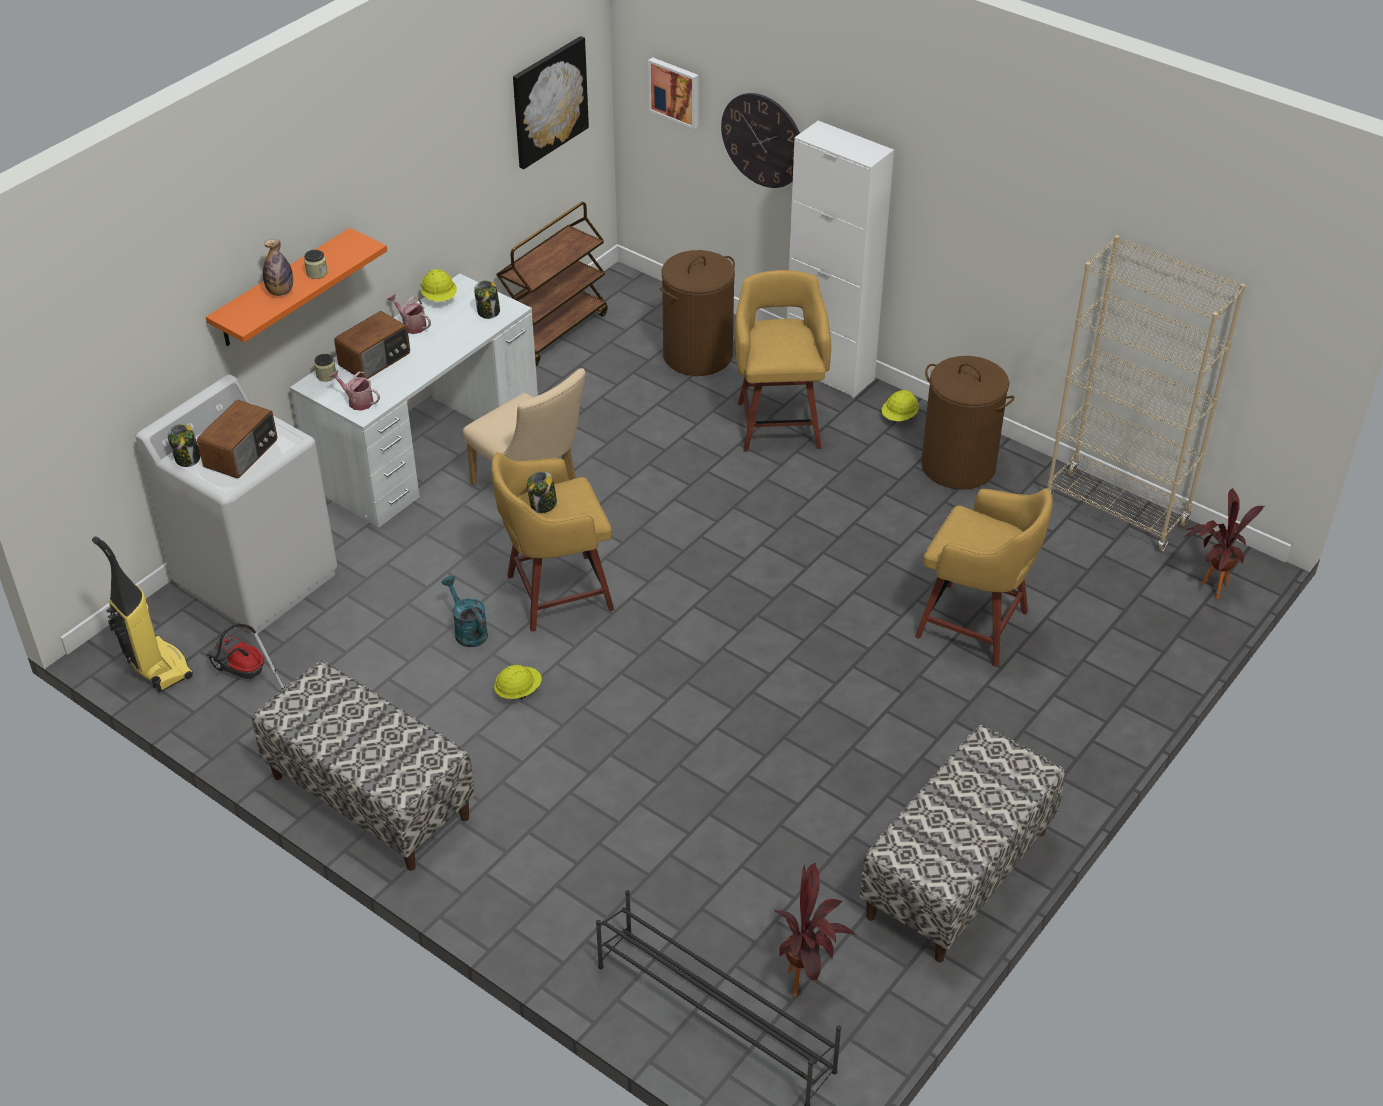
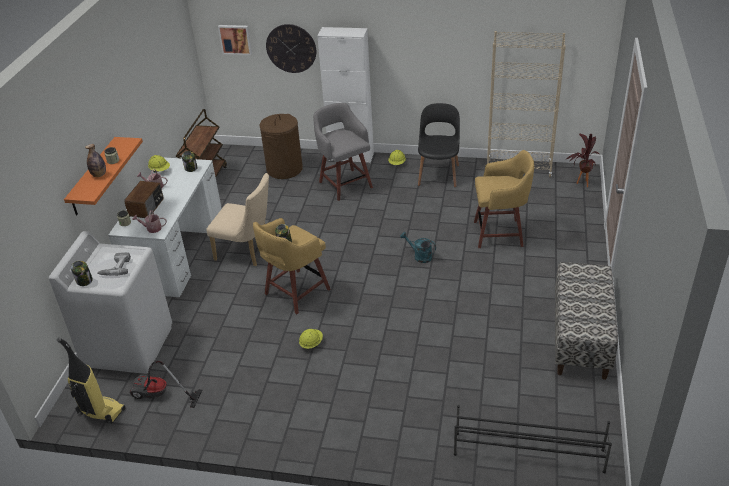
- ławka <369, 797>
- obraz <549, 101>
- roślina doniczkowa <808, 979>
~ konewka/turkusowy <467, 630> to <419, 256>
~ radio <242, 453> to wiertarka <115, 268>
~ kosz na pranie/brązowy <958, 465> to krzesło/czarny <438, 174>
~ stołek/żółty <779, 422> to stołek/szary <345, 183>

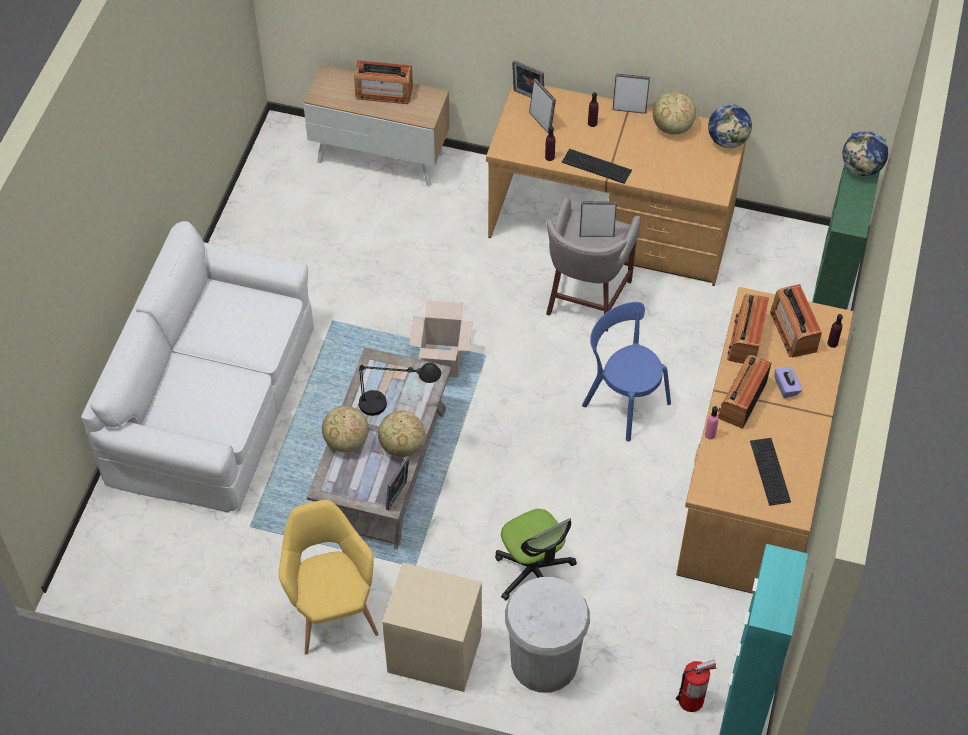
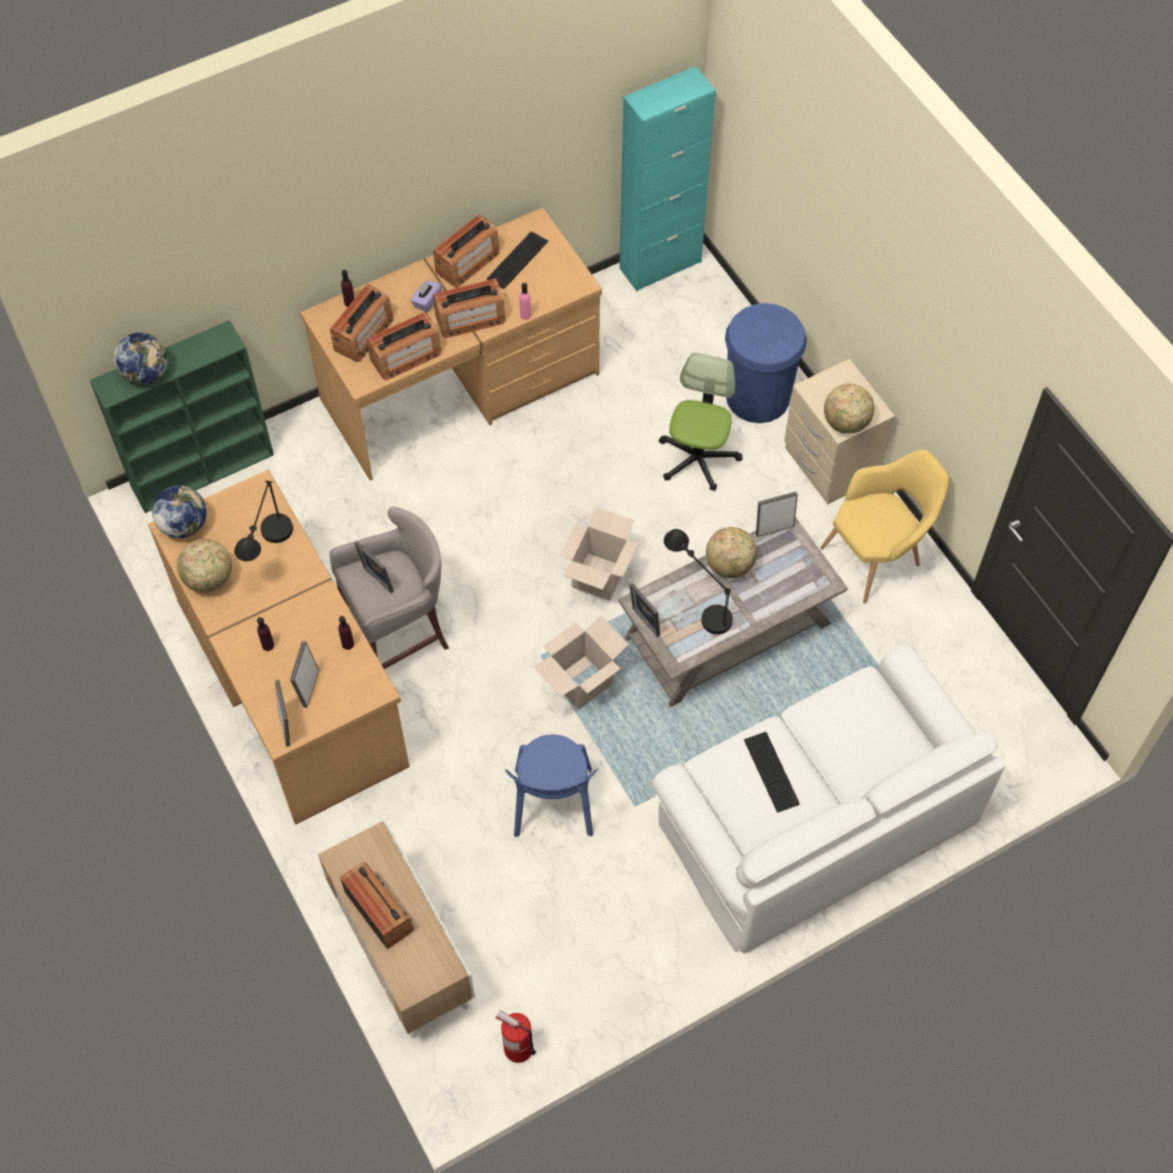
+ lampa stołowa/czarny <269, 553>
+ radio <468, 262>
+ karton <598, 577>
~ globus <346, 441> to <846, 423>
~ klawiatura <596, 166> to <771, 772>
~ krzesło/niebieski <623, 401> to <553, 806>
~ ramka na zdjęcie <629, 109> to <644, 623>
~ gaśnica <691, 700> to <518, 1048>
~ kosz na śmieci/biały <544, 662> to kosz na śmieci/niebieski <758, 396>
~ fotel/żółty <331, 608> = <877, 556> 150 degrees counterclockwise

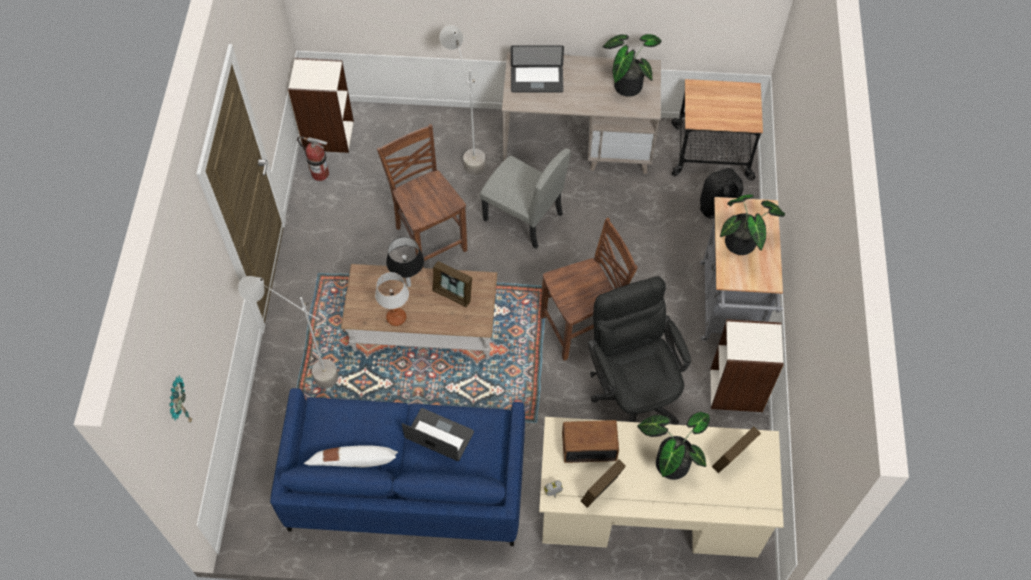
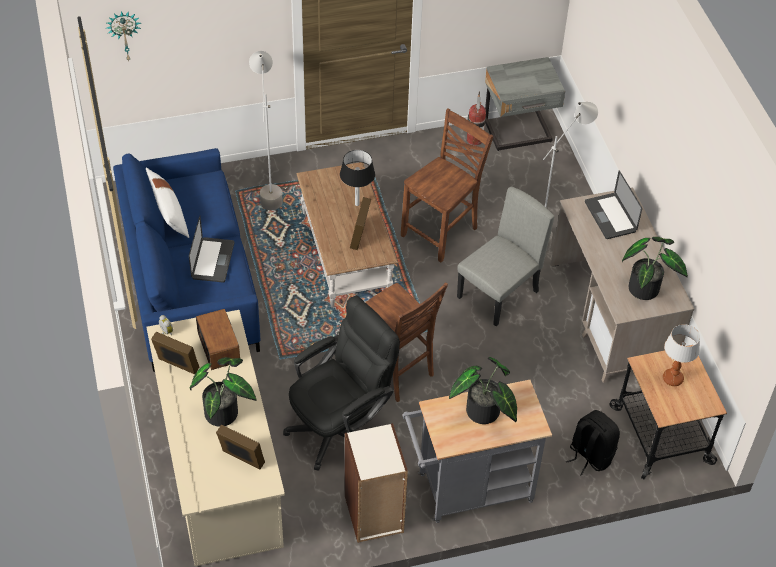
~ lampa stołowa <396, 318> to <672, 379>
~ regał <328, 135> to szafka nocna/szary <519, 132>
~ krzesło/szary <522, 217> = <498, 294> 150 degrees counterclockwise

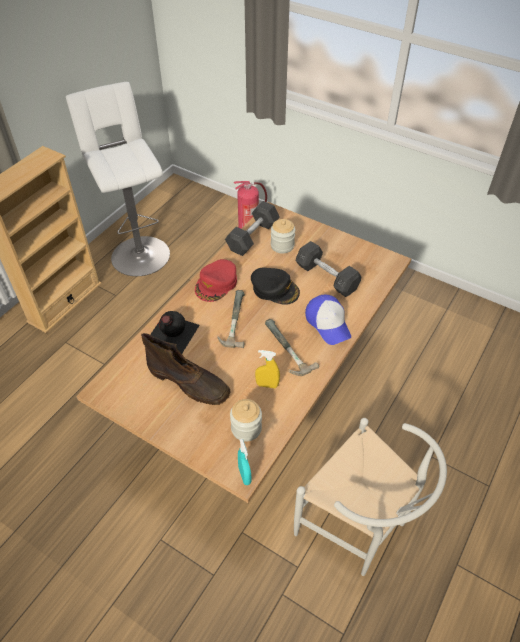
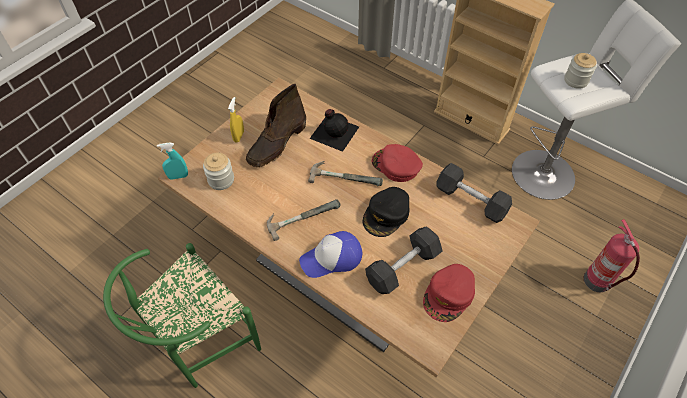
+ czapka z daszkiem/czerwony <449, 295>
~ spryskiwacz/żółty <267, 385> to <239, 136>
~ słoik <282, 246> to <576, 80>
~ krzesło/biały <359, 529> to krzesło/zielony <200, 344>

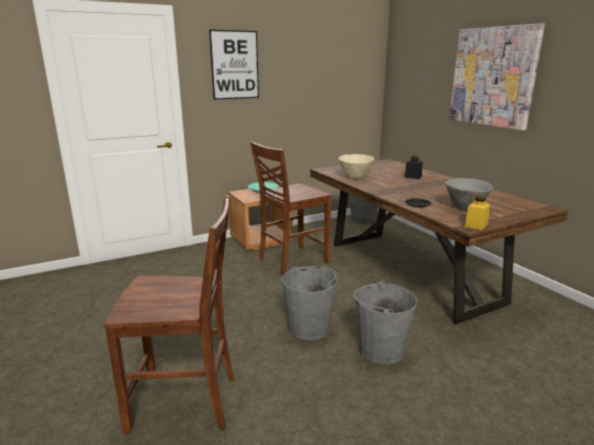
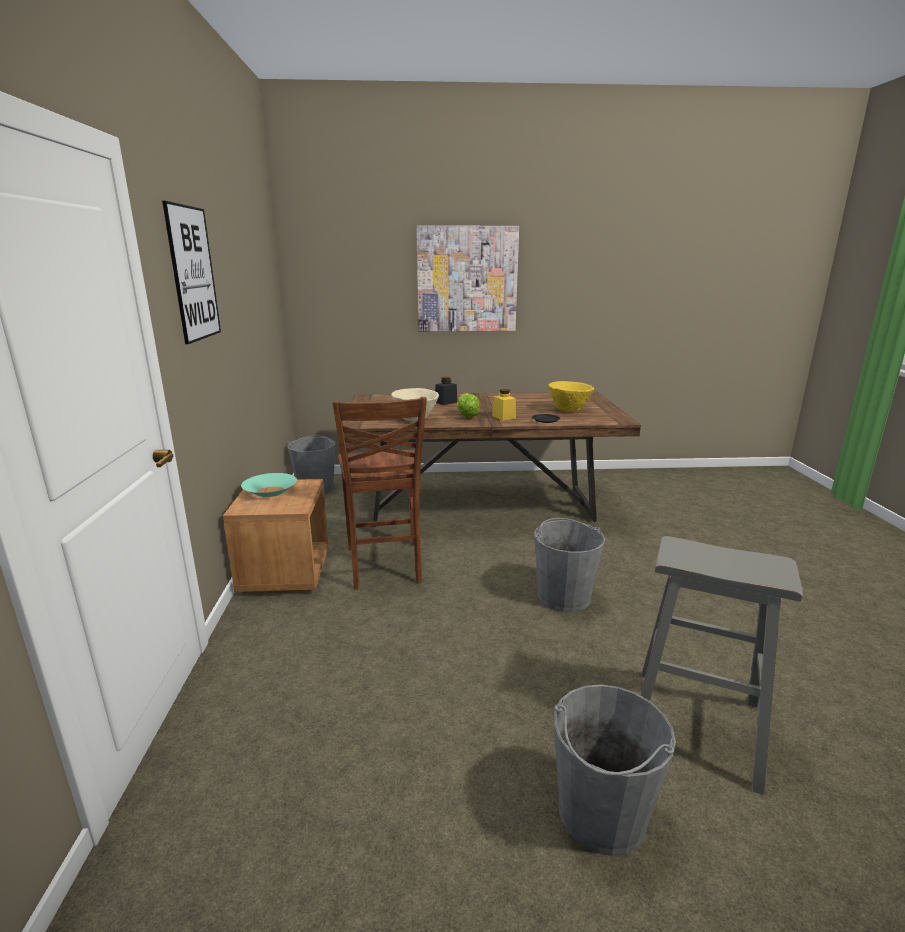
+ sałata <467, 416>
~ wiadro/szary <381, 349> to <601, 814>
~ słoik/żółty <476, 225> to <503, 417>
~ krzesło/brązowy <186, 403> to stołek/szary <695, 725>
~ miska/szary <465, 208> to miska/żółty <569, 410>

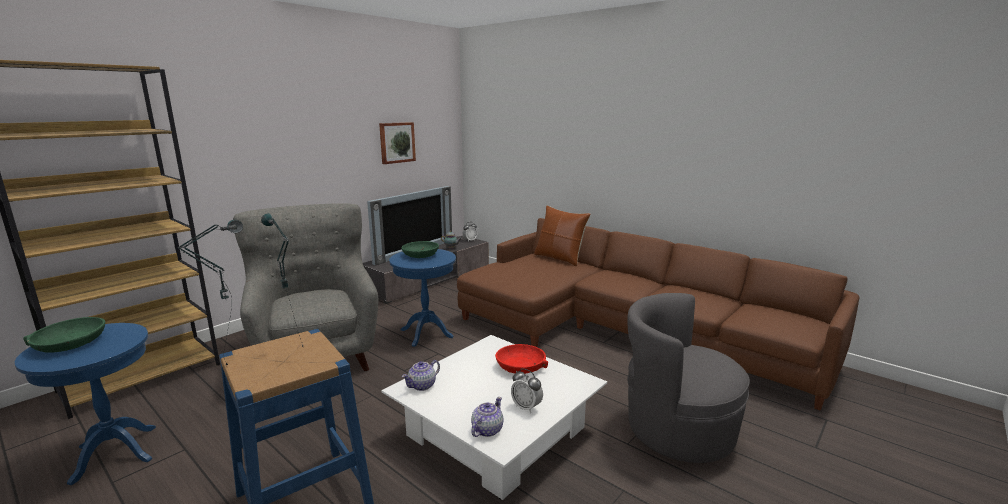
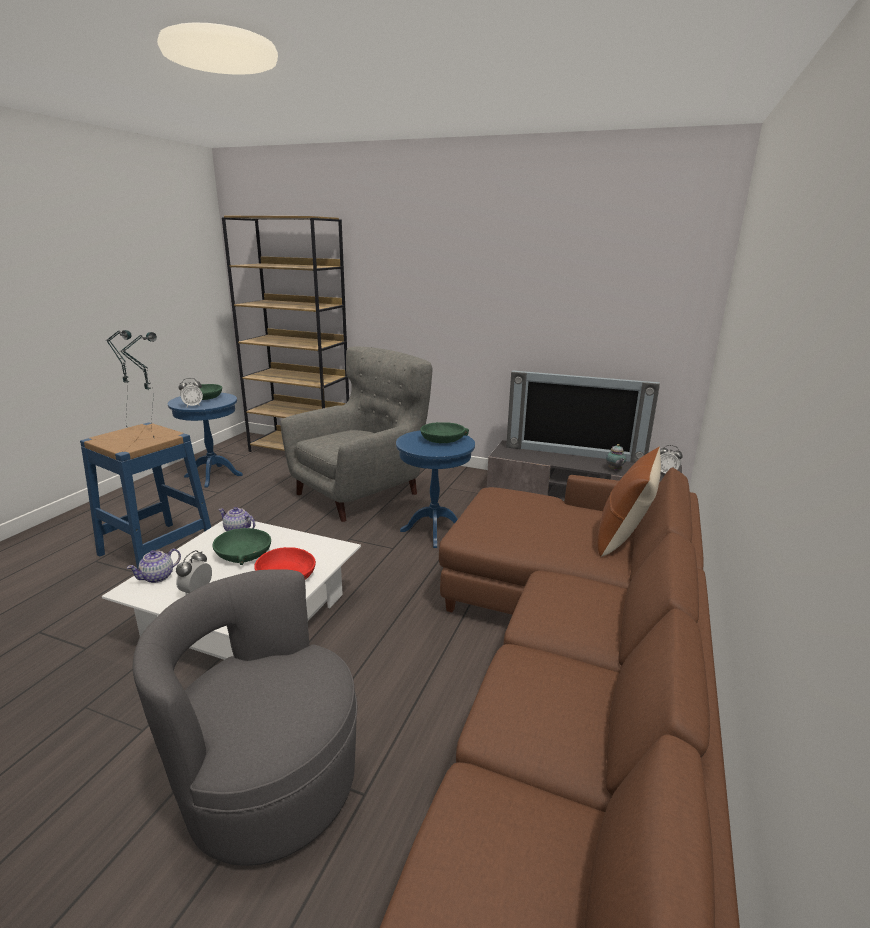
- obraz <397, 142>
+ budzik <193, 406>
+ miska/zielony <243, 553>
~ imbryk <486, 430> = <158, 577> 120 degrees clockwise
~ fotel/szary <677, 429> = <269, 784> 75 degrees counterclockwise

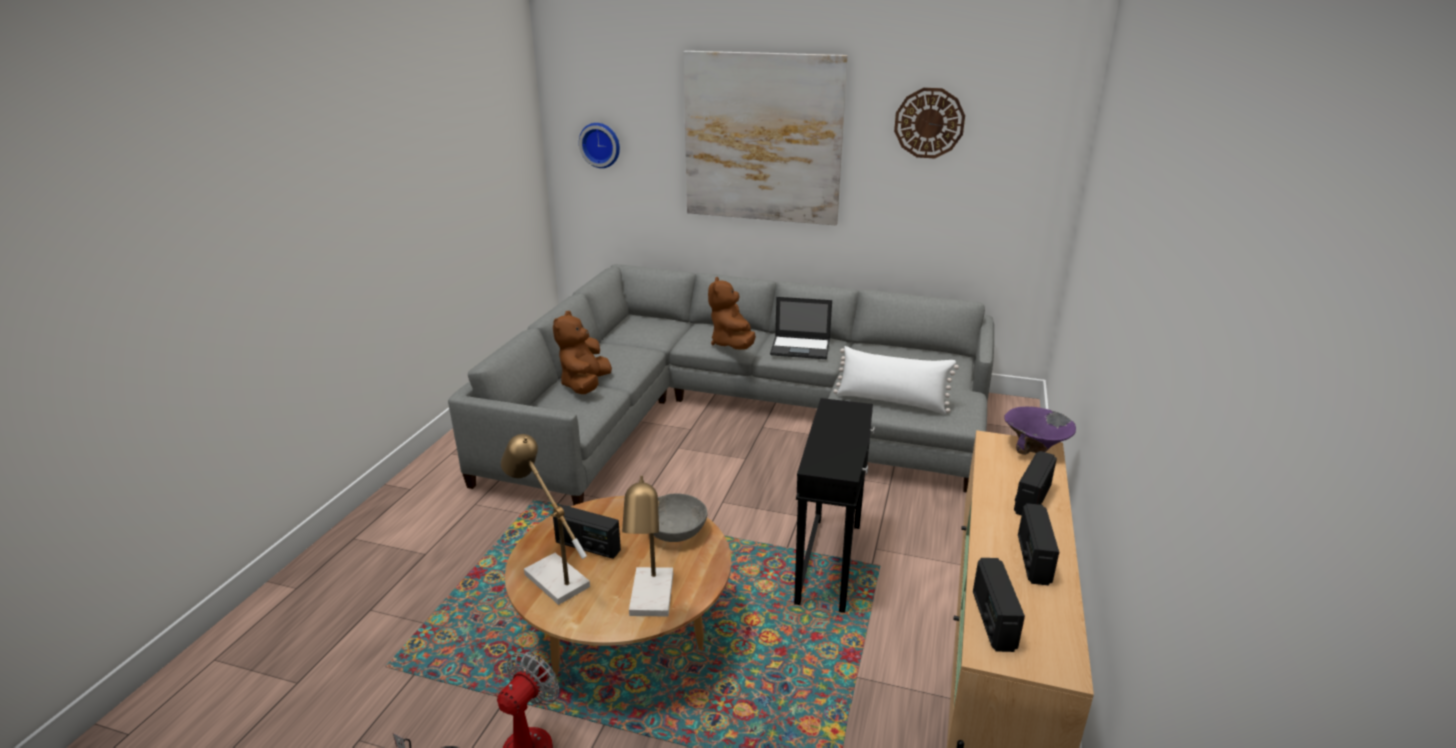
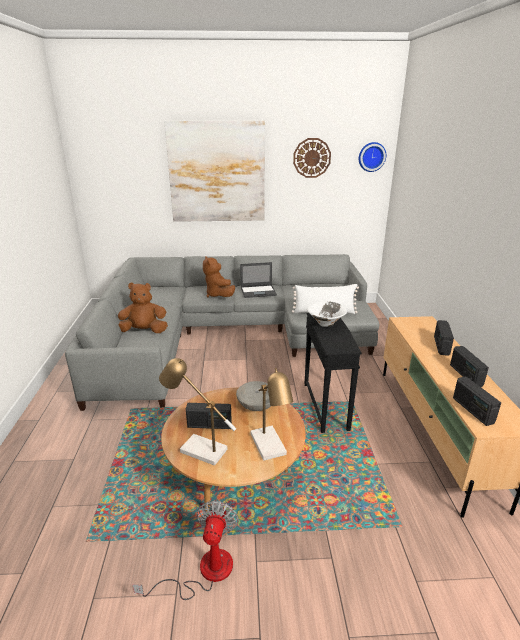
- miska/fioletowy <1035, 447>
+ miska/biały <325, 324>
~ zegar ścienny <600, 144> to <371, 157>
~ pluszak/brązowy <585, 385> = <143, 331> 90 degrees clockwise

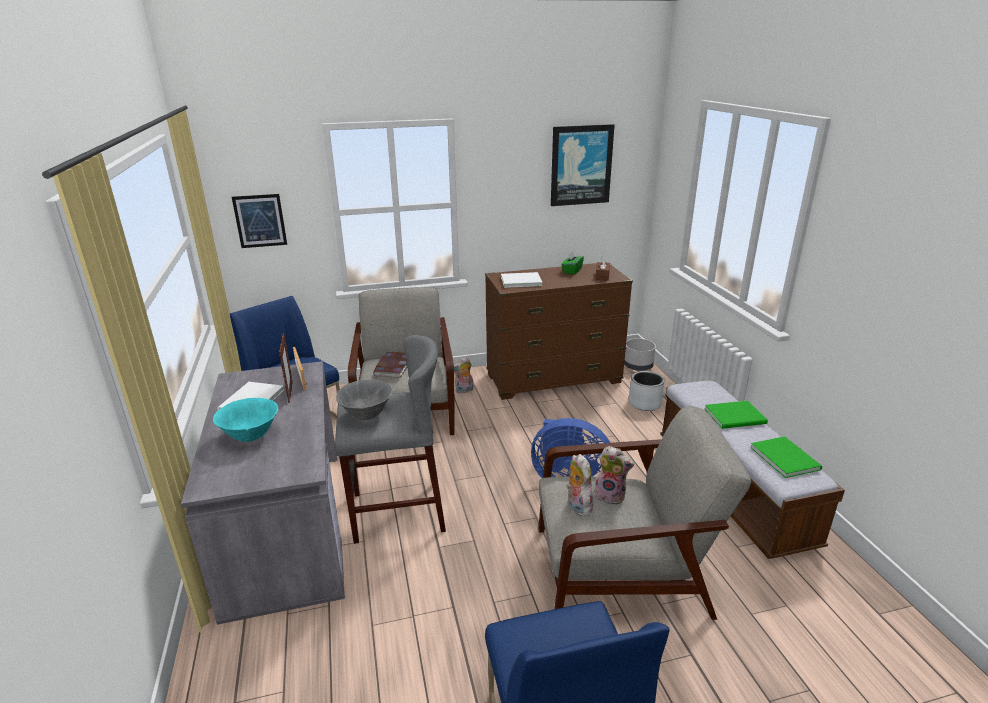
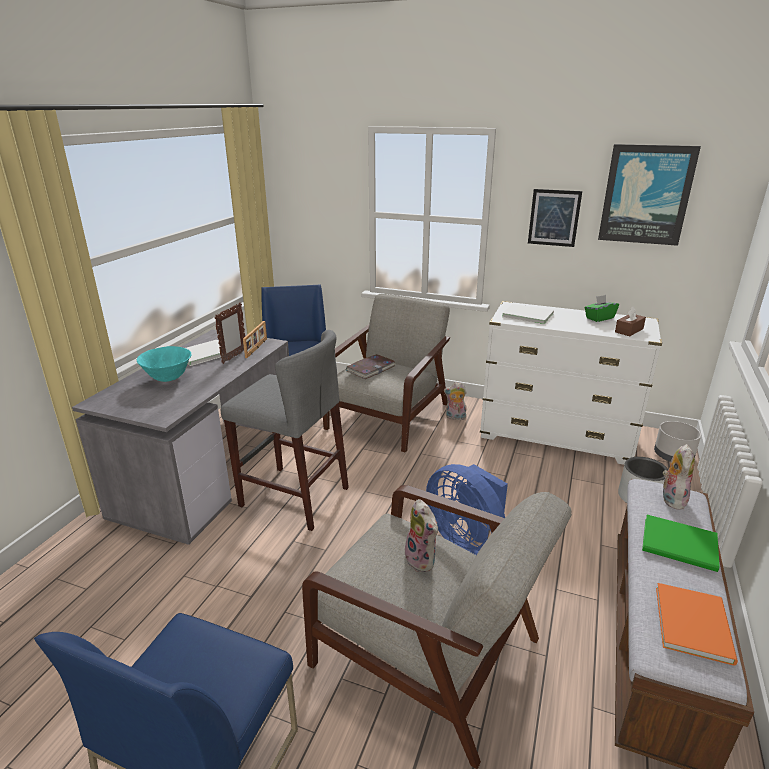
- miska/szary <366, 415>
~ obraz <260, 221> to <554, 218>
~ pluszak <577, 506> to <671, 498>
~ komoda/brązowy <553, 379> to komoda/biały <556, 436>
~ książka/zielony <784, 457> to książka/pomarańczowy <695, 622>

